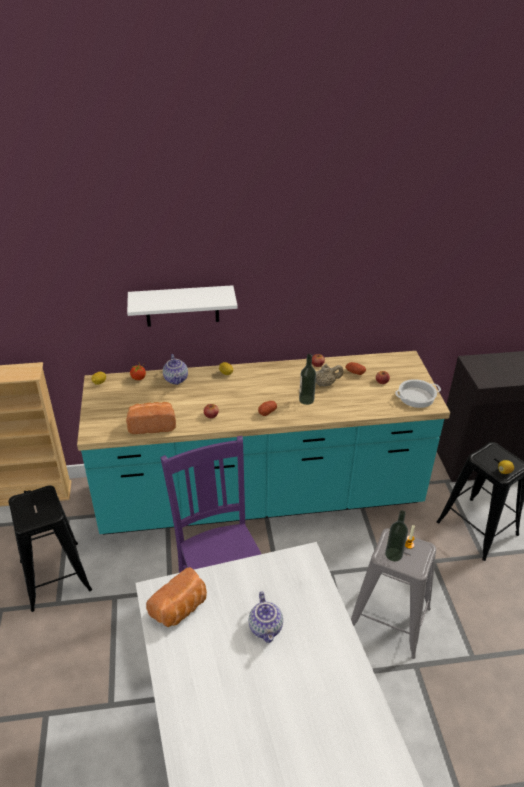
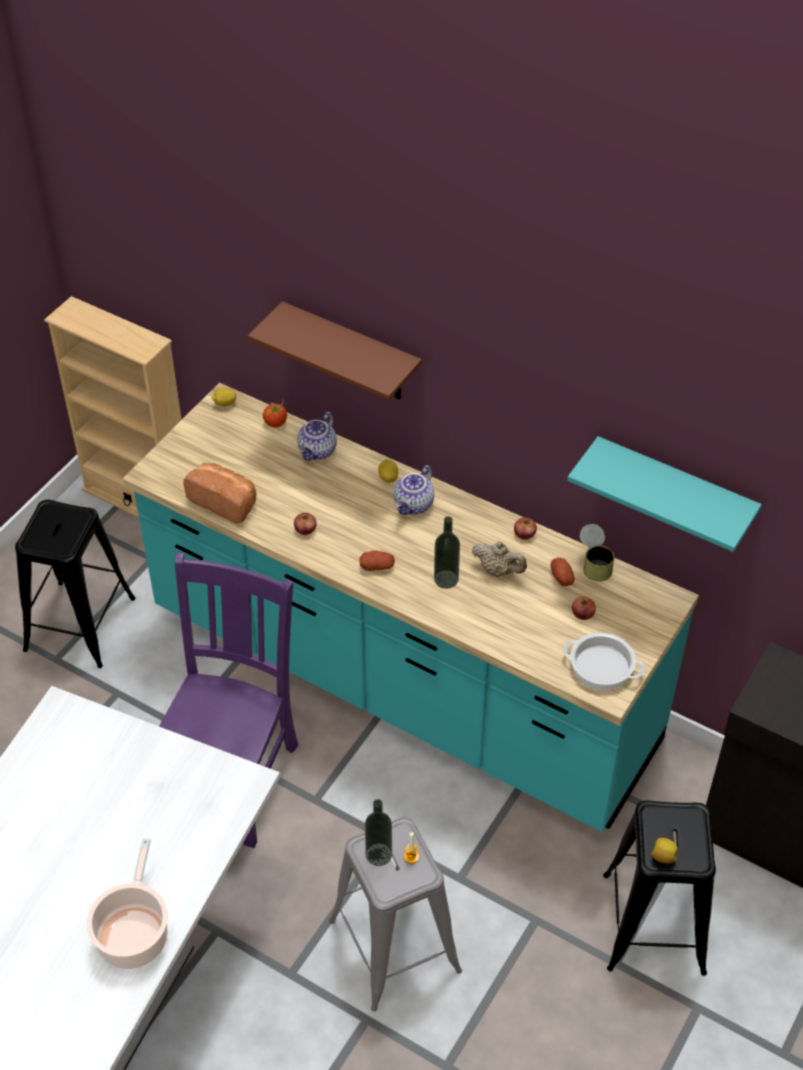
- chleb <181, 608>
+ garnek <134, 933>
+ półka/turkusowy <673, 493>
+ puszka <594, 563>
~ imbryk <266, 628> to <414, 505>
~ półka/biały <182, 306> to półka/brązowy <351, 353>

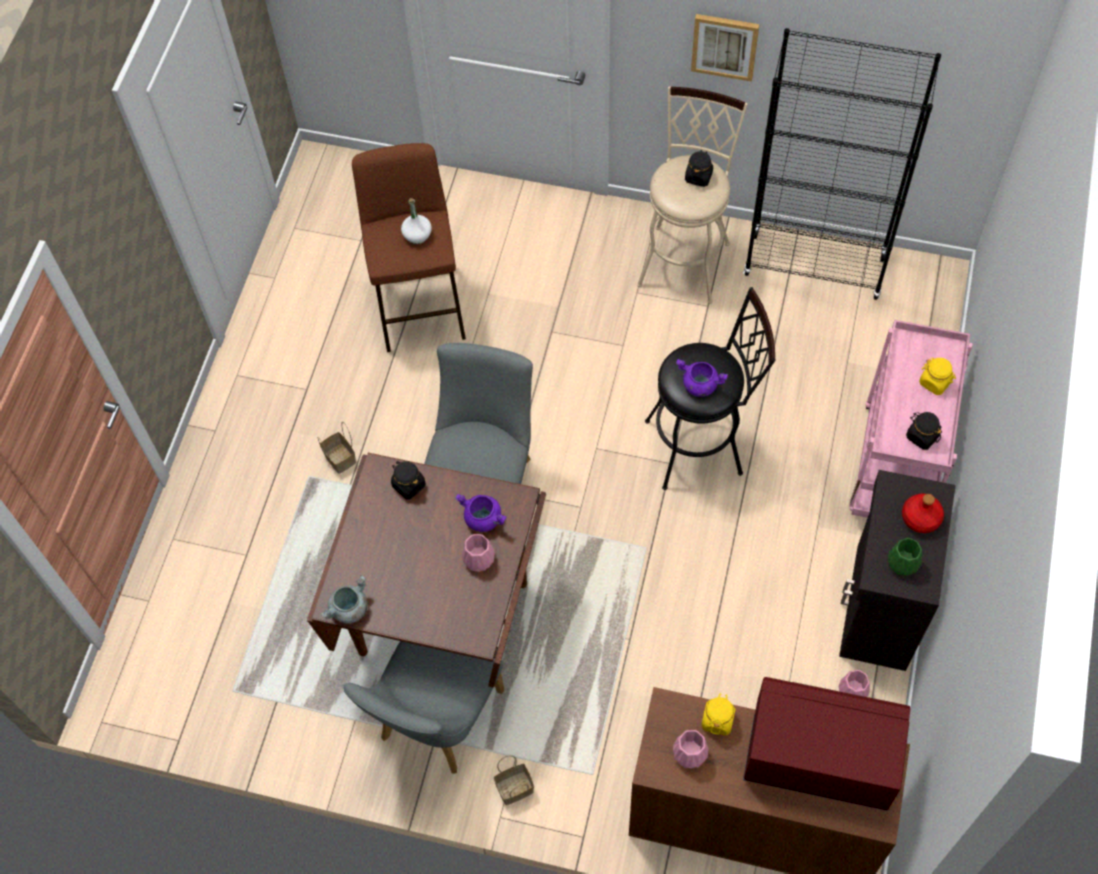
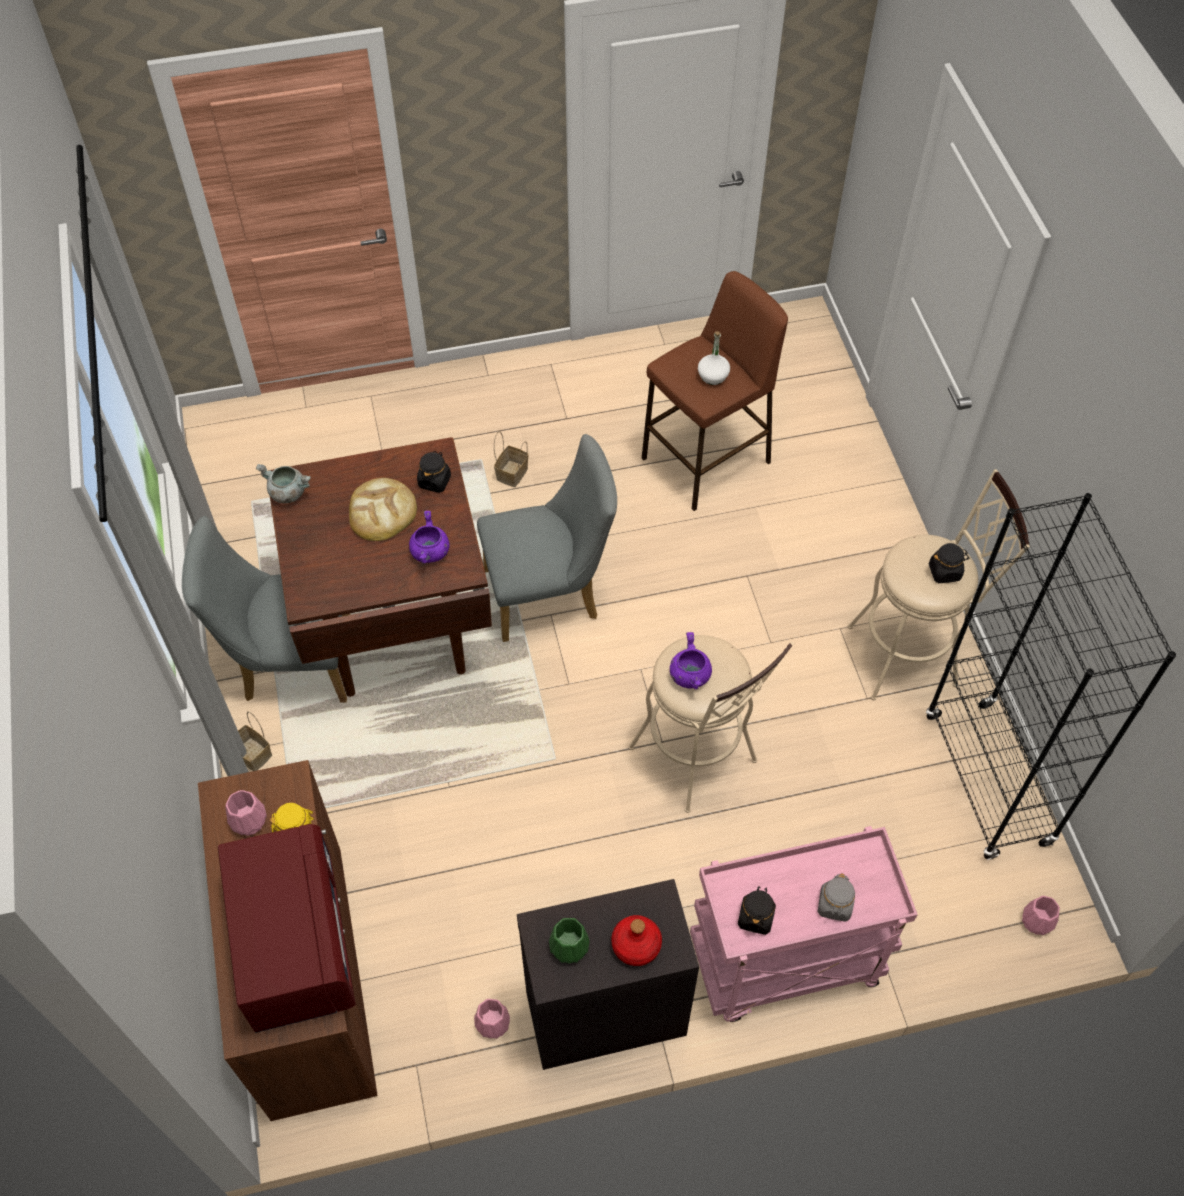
- obraz <724, 46>
+ chleb <382, 512>
~ wazon/różowy <479, 559> to <1036, 922>
~ stołek/czarny <702, 445> to stołek/beżowy <699, 762>
~ słoik/żółty <935, 382> to słoik/szary <834, 905>

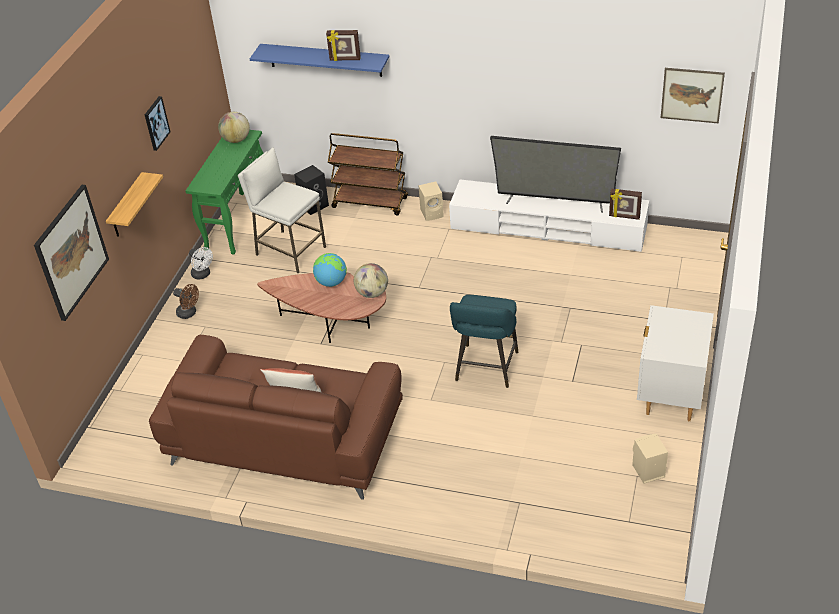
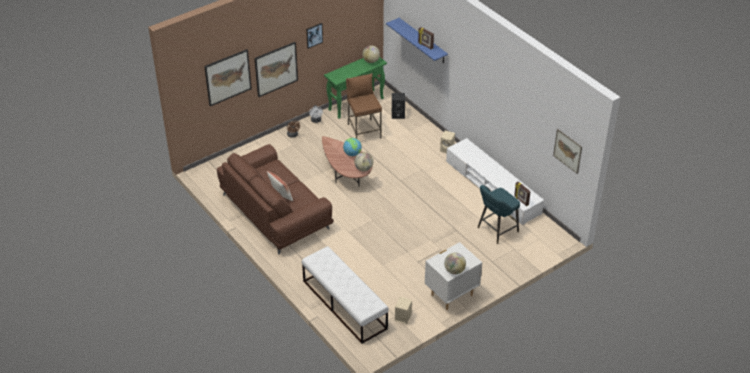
- wózek/brązowy <370, 202>
- telewizor <555, 201>
+ ławka/biały <344, 304>
+ globus <454, 270>
~ stołek/turkusowy <486, 369> to <496, 231>
~ półka <127, 207> to obraz <276, 69>
~ stołek/biały <290, 251> to stołek/brązowy <364, 131>

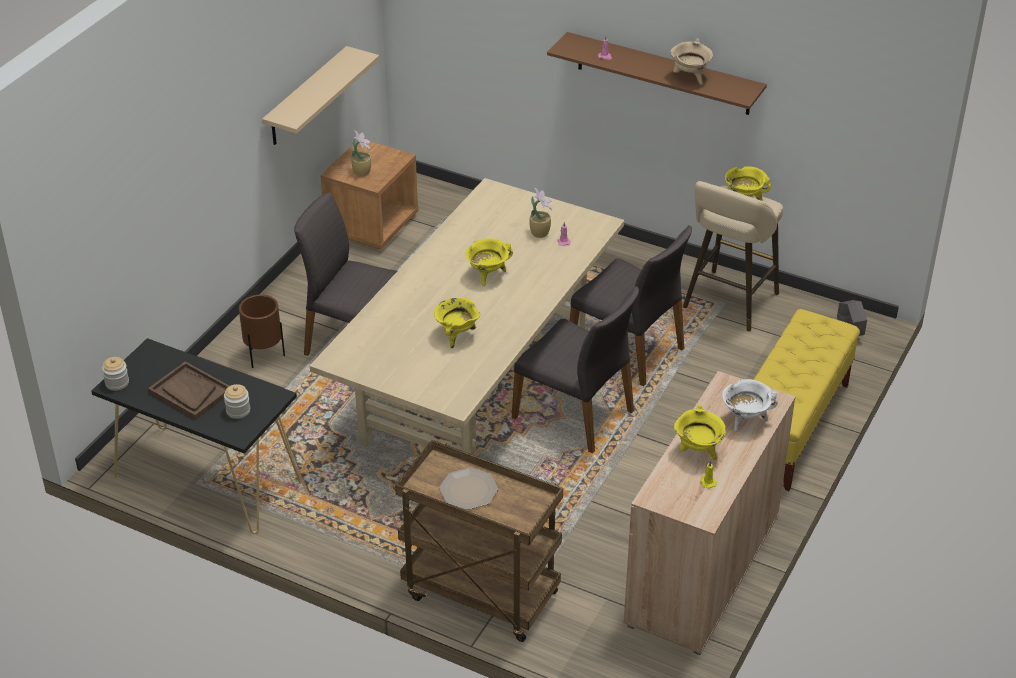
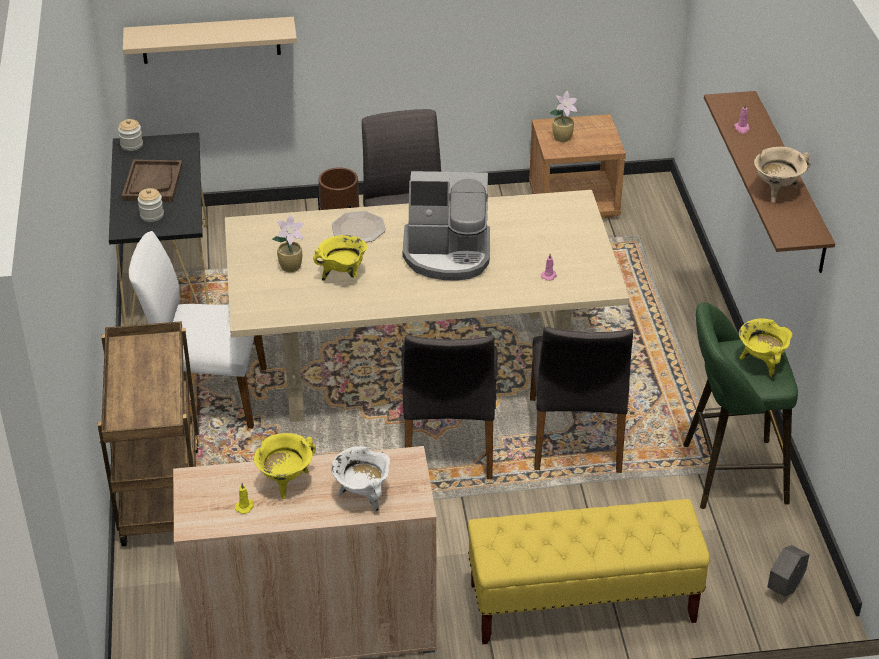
+ krzesło/biały <207, 395>
~ półka/beżowy <306, 97> to <210, 40>
~ talerz <469, 490> to <358, 229>
~ roślina doniczkowa <540, 232> to <292, 267>
~ garnek/żółty <487, 275> to ekspres do kawy <447, 254>
~ stołek/beżowy <728, 304> to stołek/zielony <727, 474>

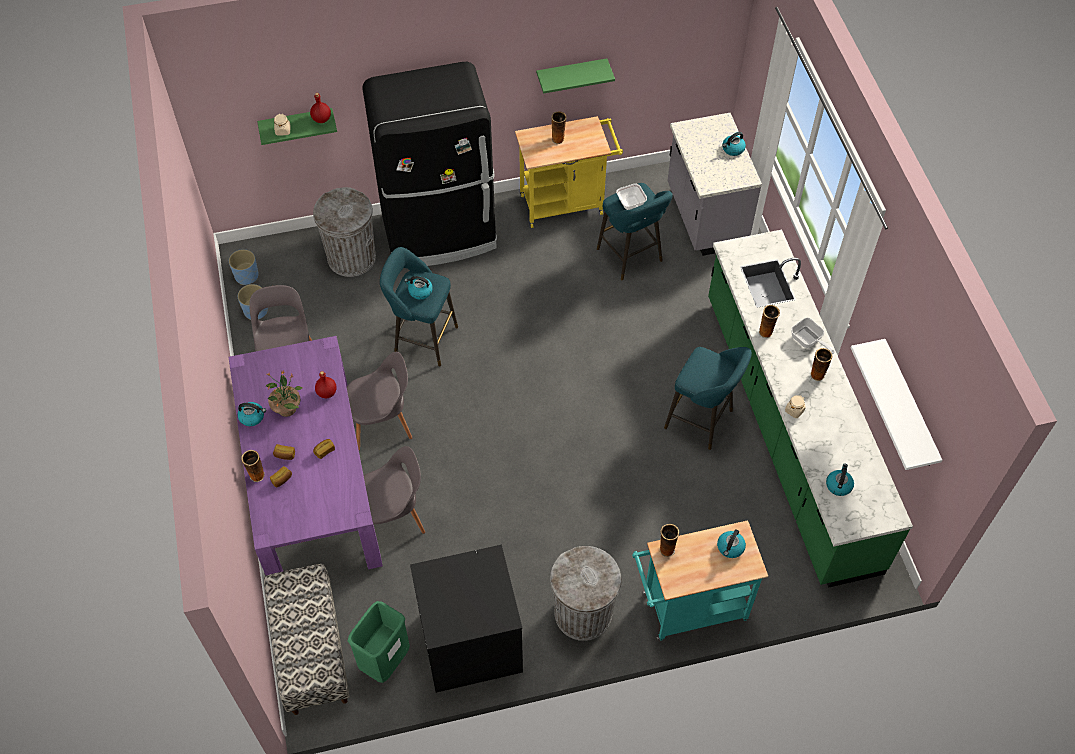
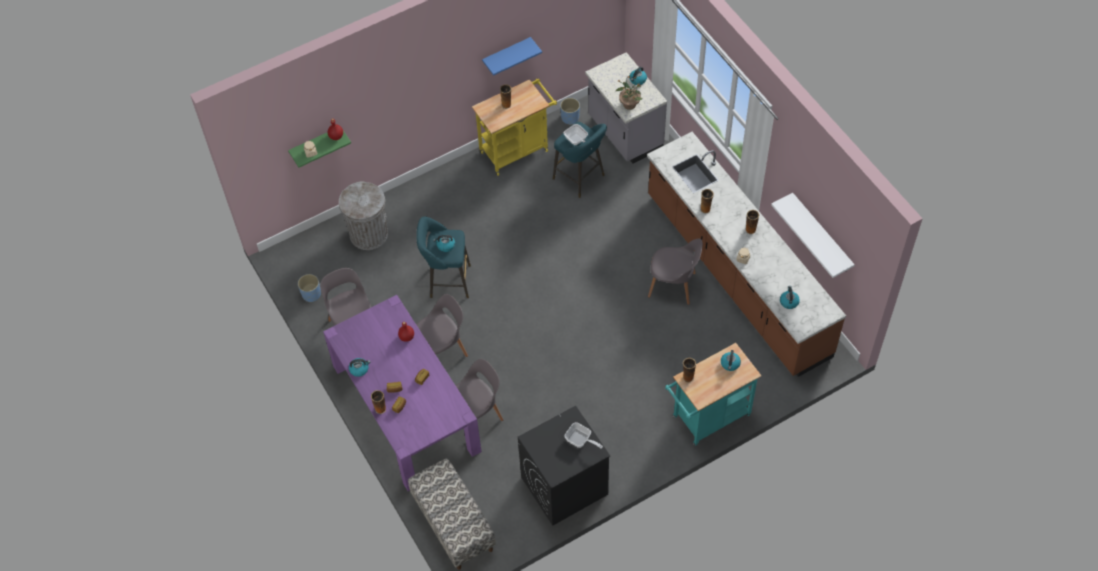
- kosz na śmieci/zielony <385, 660>
- lodówka/czarny <440, 233>
- kosz na śmieci/szary <583, 613>
~ donica/niebieski <247, 276> to <570, 118>
~ roślina doniczkowa <287, 408> to <629, 104>
~ patelnia <808, 341> to <580, 440>
~ stołek/turkusowy <702, 421> to krzesło/szary <673, 285>
~ półka/zielony <571, 74> to półka/niebieski <506, 54>
~ zabudowa kuchenna/zielony <788, 430> to zabudowa kuchenna/brązowy <736, 275>

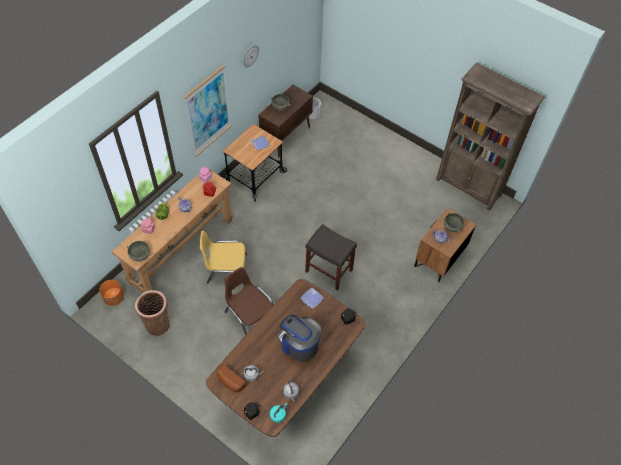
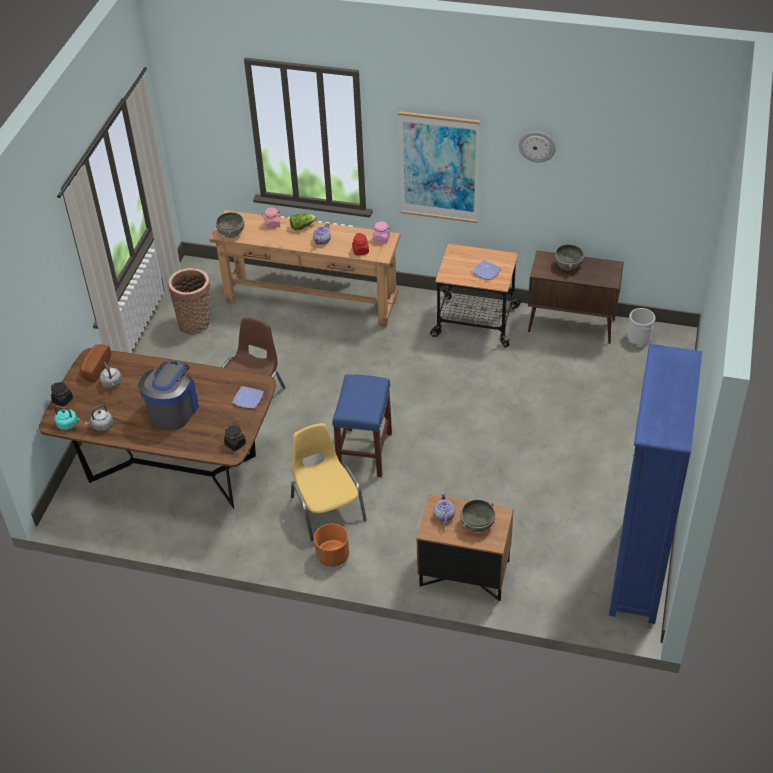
~ donica/pomarańczowy <114, 298> to <332, 556>
~ krzesło/żółty <226, 268> to <327, 508>
~ stołek/szary <328, 270> to stołek/niebieski <364, 451>
~ regał/brązowy <468, 187> to regał/niebieski <638, 572>

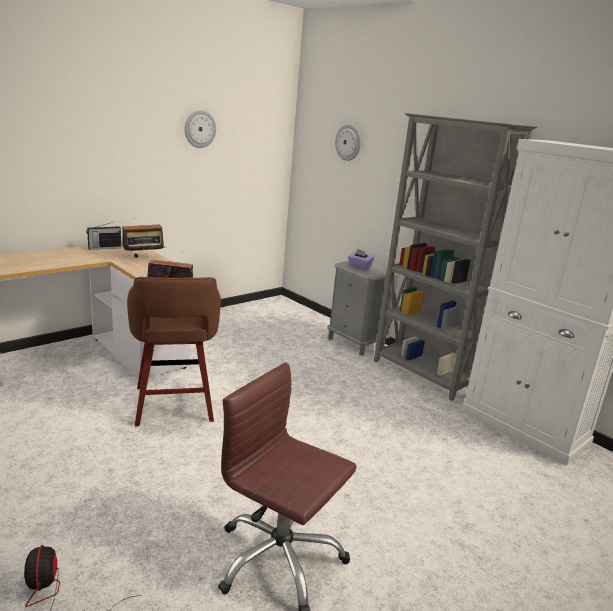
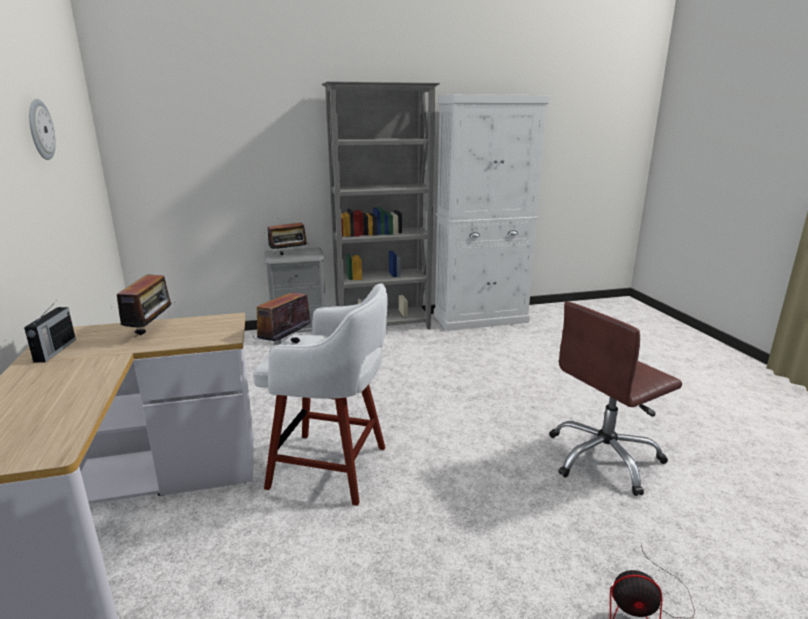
- zegar ścienny <348, 142>
~ pudełko chusteczek/fioletowy <359, 266> to radio <289, 255>
~ stołek/brązowy <173, 405> to stołek/biały <332, 468>

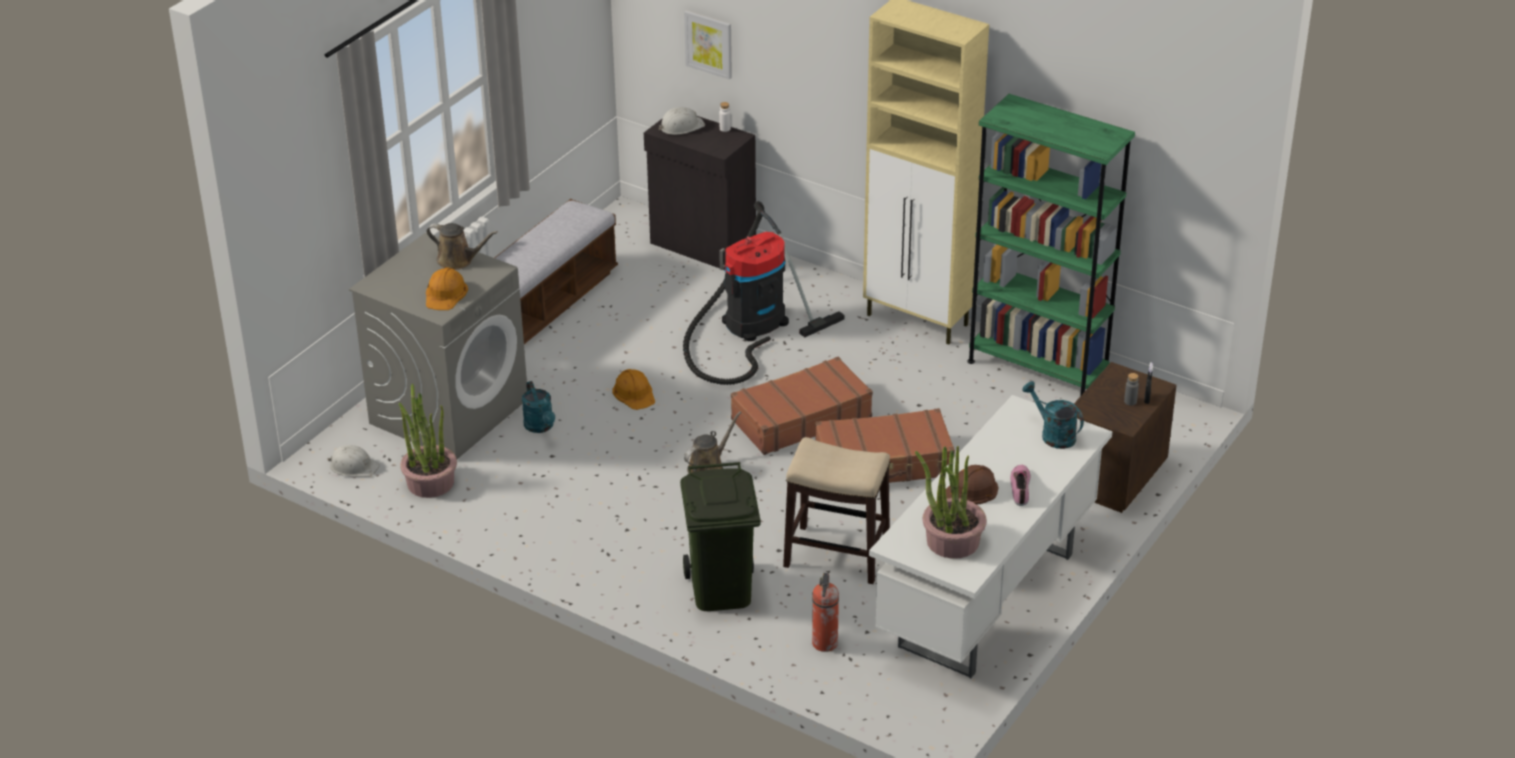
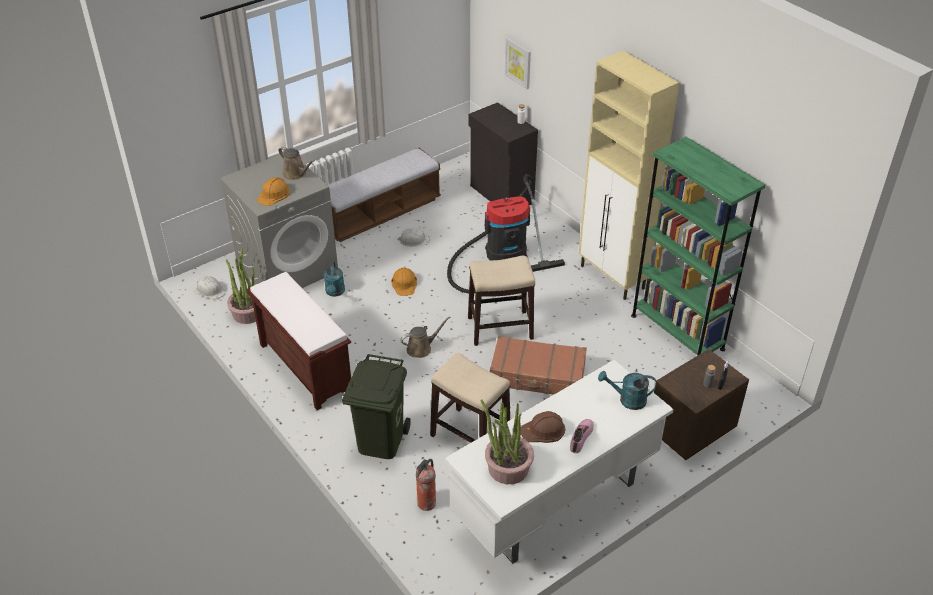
+ ławka/brązowy <304, 367>
~ kask/biały <681, 126> to <414, 240>
~ walizka/brązowy <800, 418> to stołek <499, 328>
~ konewka/turkusowy <1053, 435> = <627, 400> 60 degrees counterclockwise

